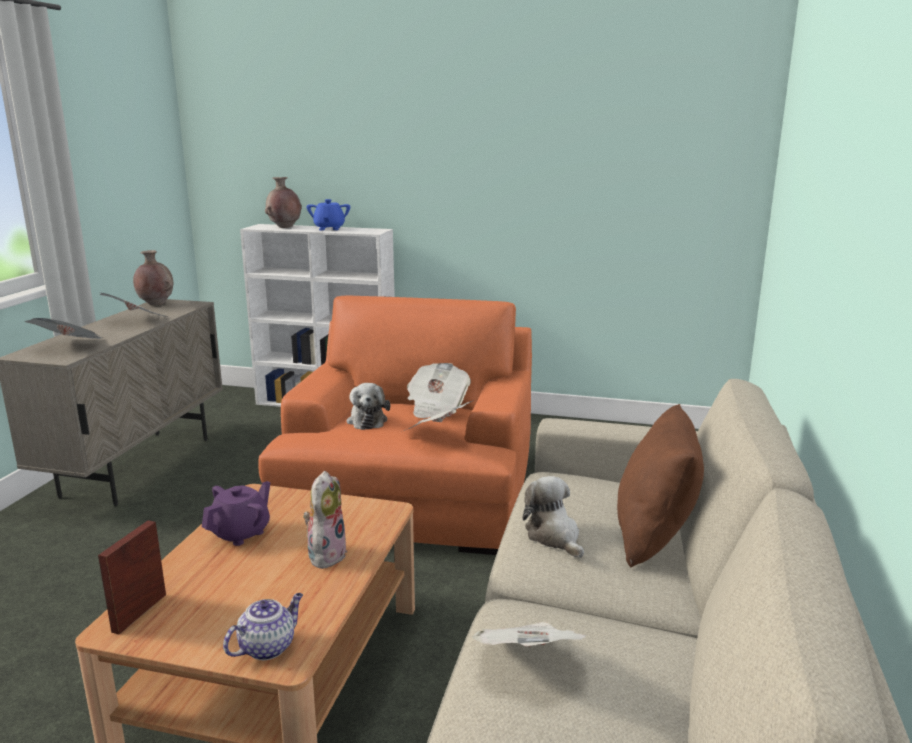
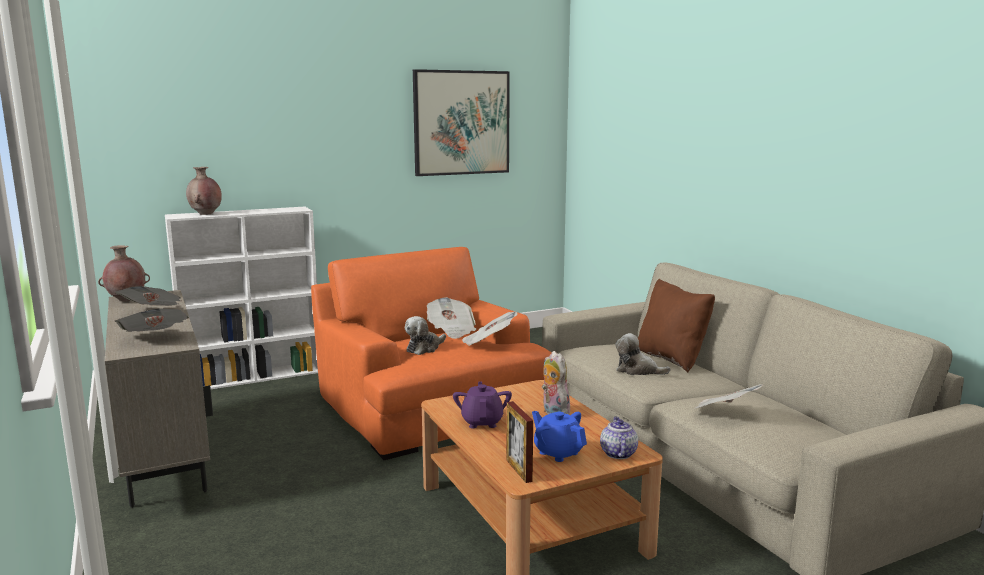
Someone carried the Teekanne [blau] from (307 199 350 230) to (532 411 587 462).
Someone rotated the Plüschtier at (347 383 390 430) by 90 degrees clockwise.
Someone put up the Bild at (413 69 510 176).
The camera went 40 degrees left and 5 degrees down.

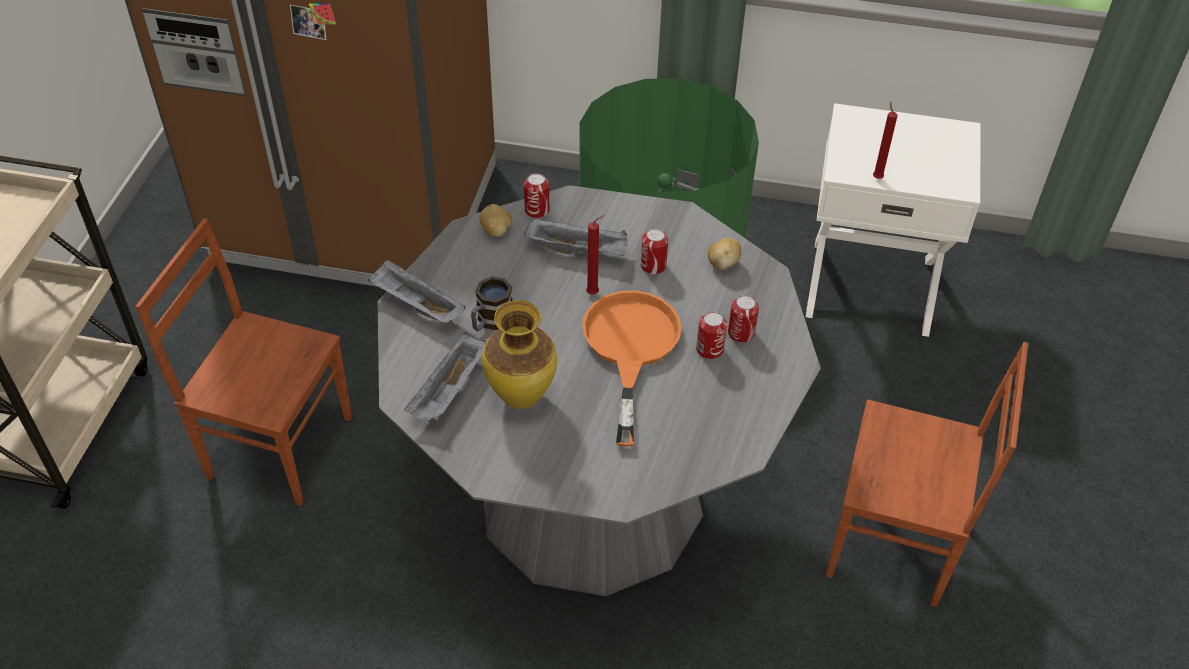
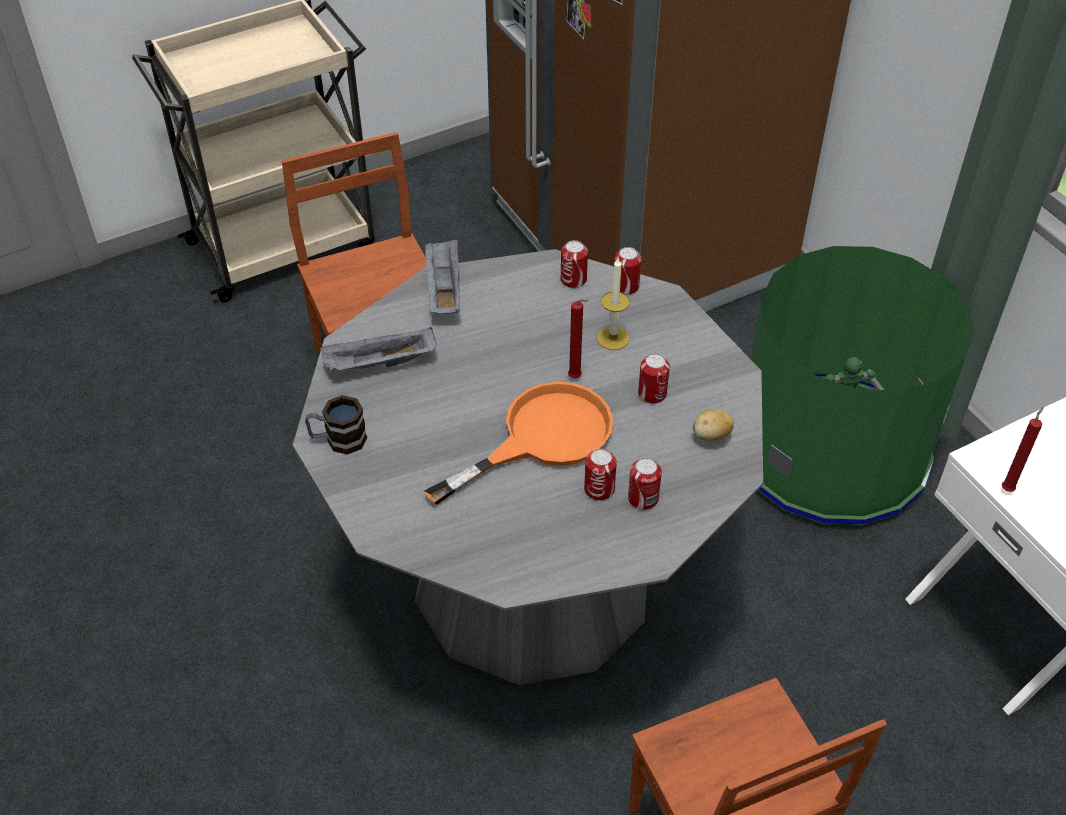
Someone swapped the Kartoffel at (479 204 512 237) for the Dose at (561 240 588 288).
Someone swapped the Tablett [grau] at (524 217 628 256) for the Kerze at (597 257 630 350).
Someone carried the Henkelbecher from (471 276 513 331) to (305 395 367 455).
Someone took away the Vase at (482 300 557 409).
The camera went 50 degrees right and 0 degrees up.

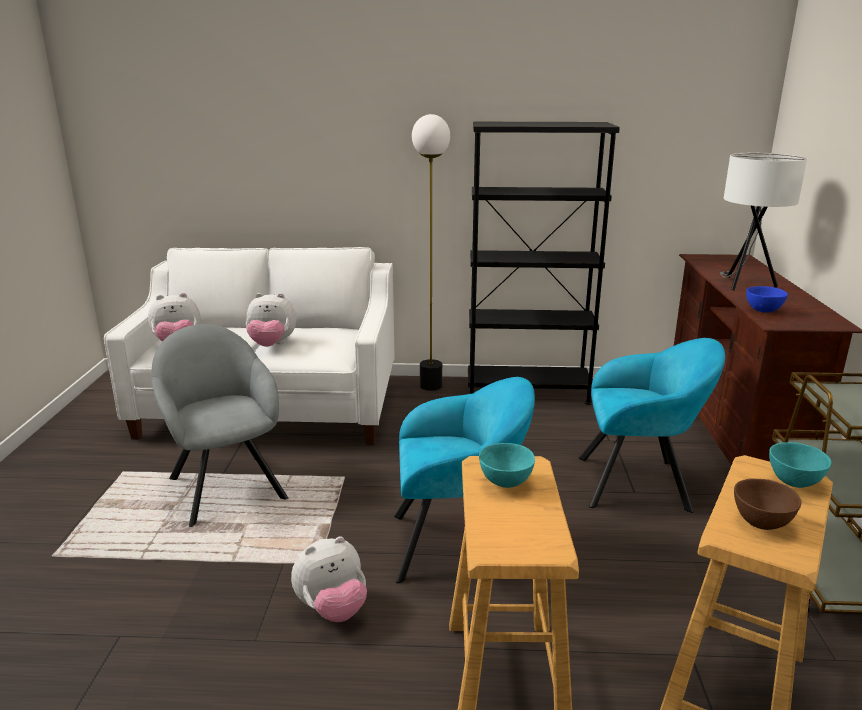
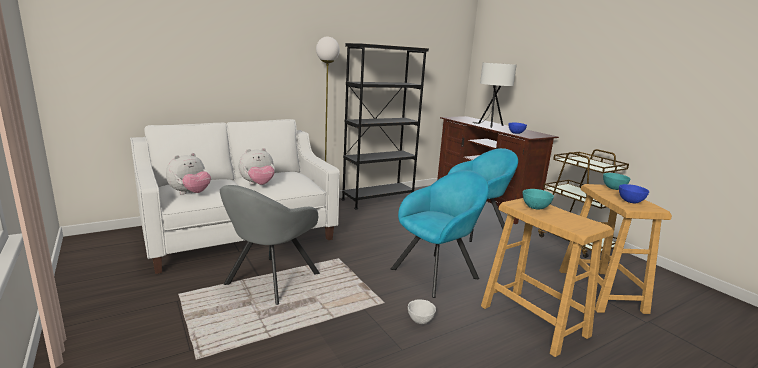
Someone rotated the Sessel [grau] at (152 324 288 527) by 90 degrees counterclockwise.
Someone repainted the Schüssel [braun] at (734 479 801 530), which became the Schüssel [blau] at (619 184 649 203).
Someone swapped the Plüschtier at (291 536 367 622) for the Schüssel [weiß] at (408 299 436 324).
The camera went 35 degrees left and 5 degrees down.

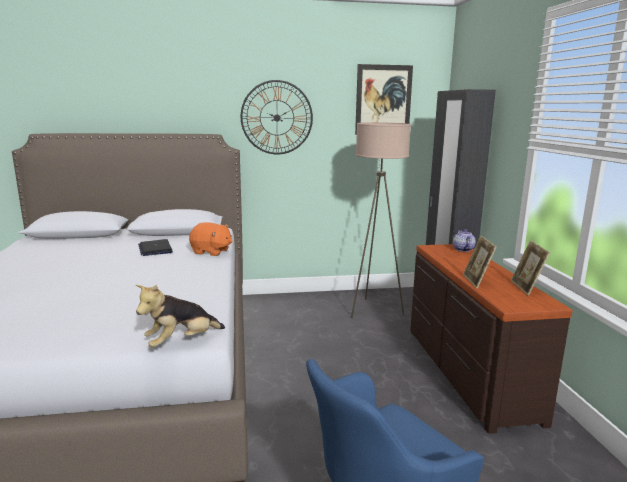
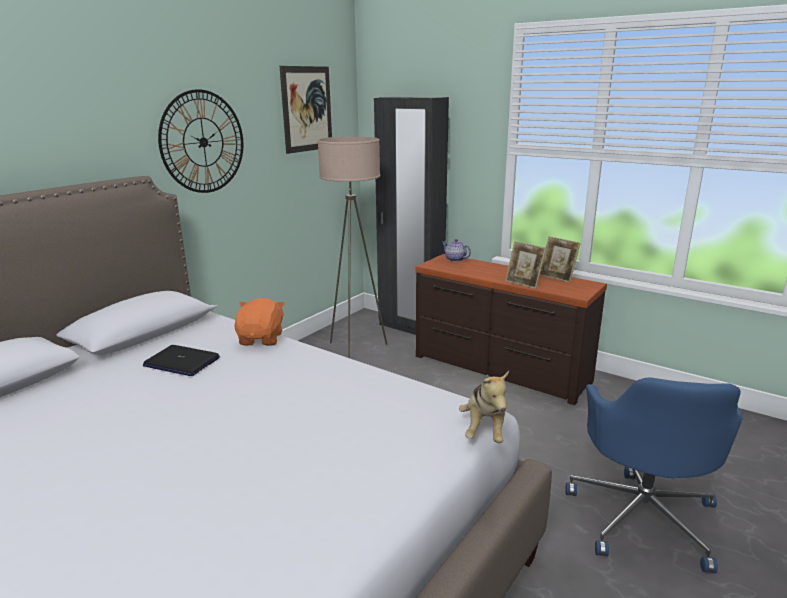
Someone rotated the Plüschtier [orange] at (189 222 232 256) by 60 degrees counterclockwise.
The camera went 45 degrees left and 5 degrees up.

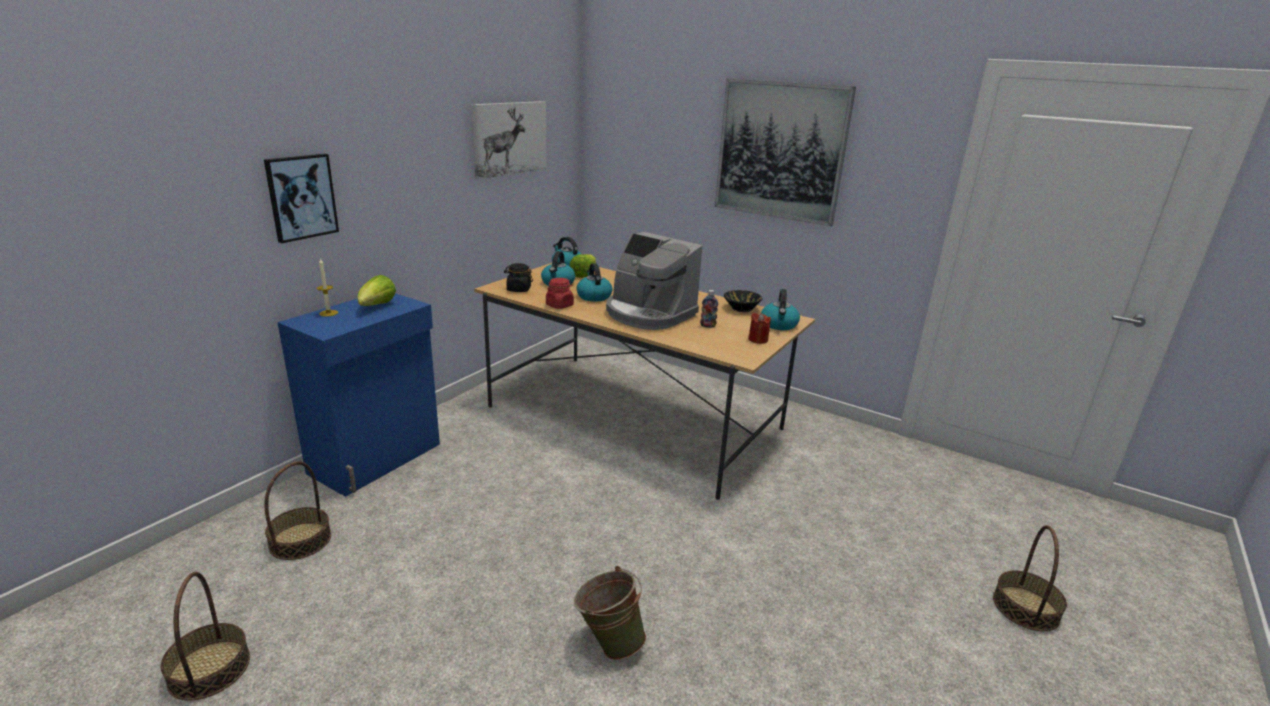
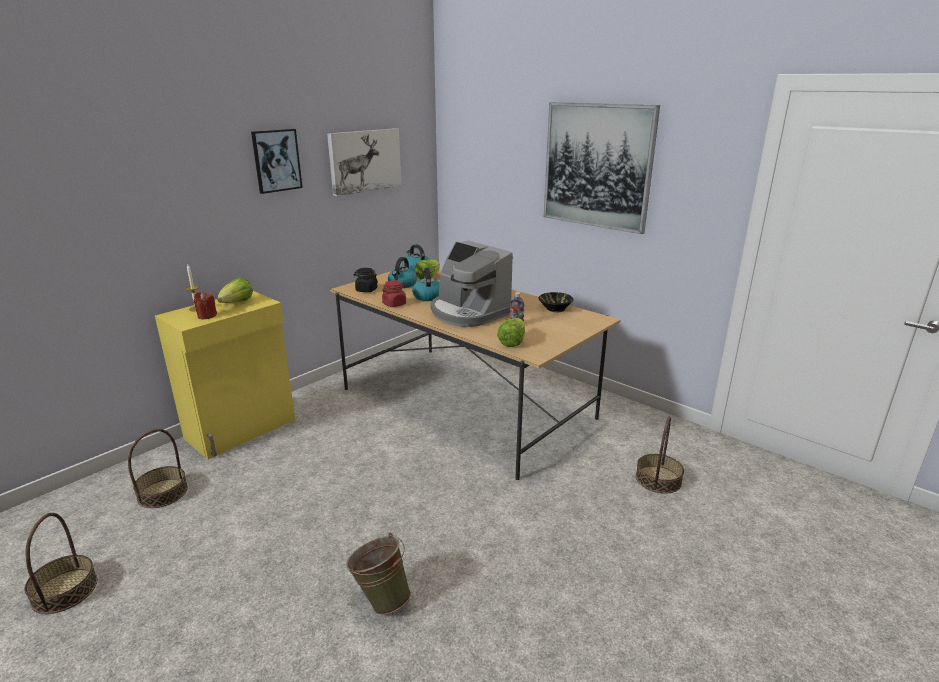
Someone carried the Bild from (264 154 339 243) to (251 129 303 194).
Someone took away the Wasserkessel at (761 289 800 330).
Someone repainted the Schrank [blau] at (277 293 440 496), which became the Schrank [gelb] at (155 291 295 459).
Someone carried the Kerze [rot] from (748 313 771 344) to (193 292 217 319).
Someone carried the Korb from (993 525 1067 631) to (636 417 684 494).
Someone put down the Salatkopf at (497 318 525 347).
The camera went 10 degrees right and 0 degrees up.

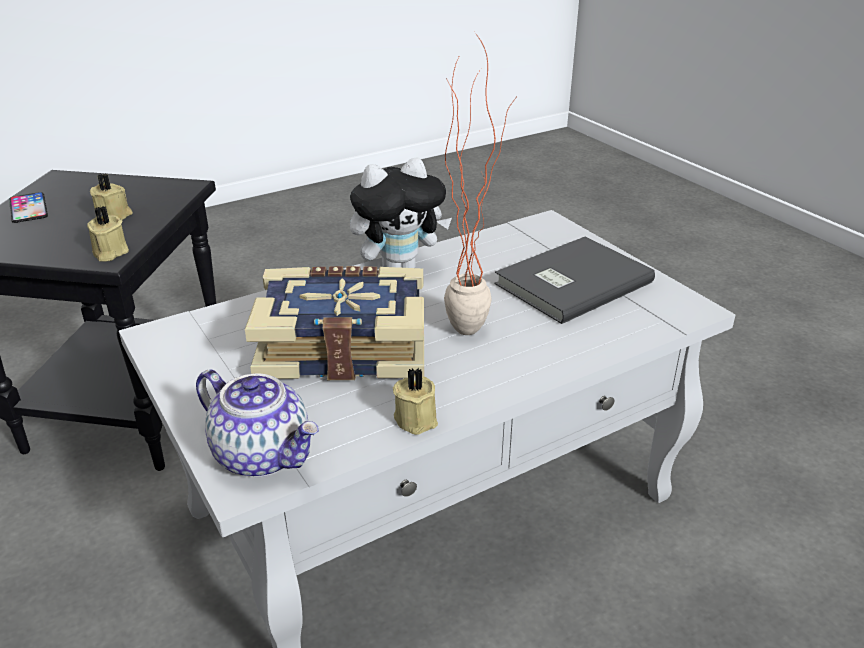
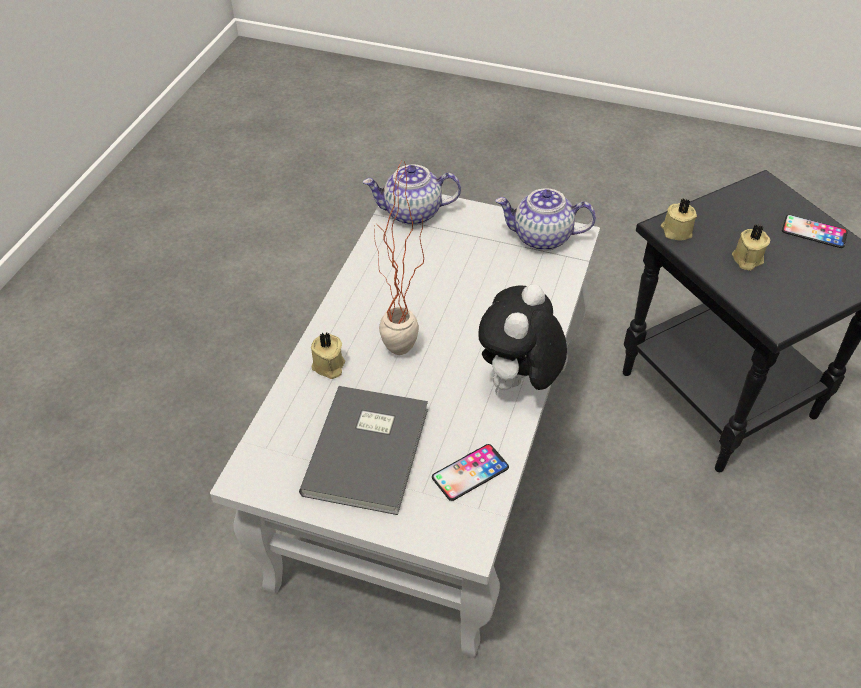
Someone took away the Buch at (245 266 424 380).
Someone carried the Kerze [beige] from (393 368 438 435) to (311 332 345 379).
Someone put down the Teekanne at (496 188 596 251).
Someone put down the Handy at (432 444 509 501).
The camera went 140 degrees right and 15 degrees up.

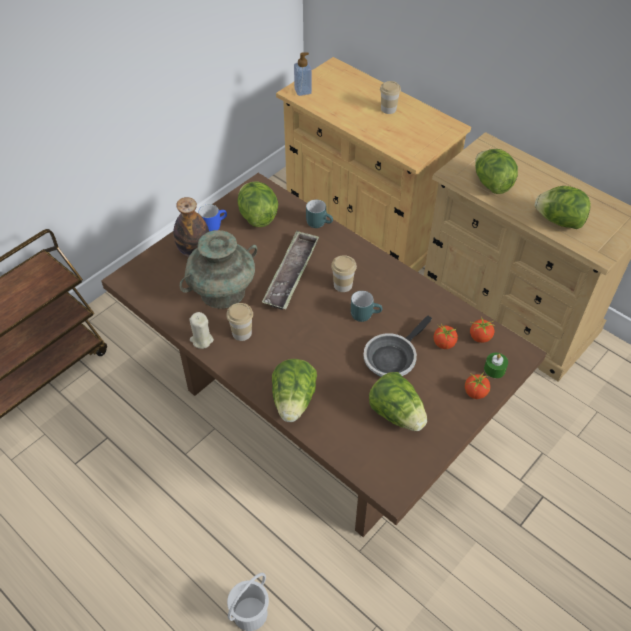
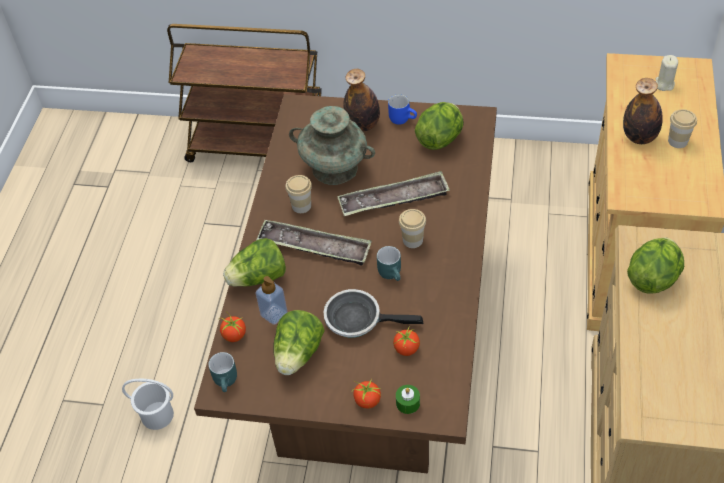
Someone carried the Seifenspender from (294 52 312 96) to (255 276 287 325).
Someone took away the Salatkopf at (535 186 591 229).
Someone carried the Henkelbecher [türkis] from (306 200 333 228) to (208 352 237 392).
Someone carried the Kerze [beige] from (189 312 214 349) to (656 55 678 91).
Someone carried the Tomate from (470 317 496 343) to (218 311 246 342).
Someone put down the Flasche at (623 78 663 144).
Someone put down the Tablett at (256 220 372 266).
The camera went 60 degrees right and 0 degrees up.

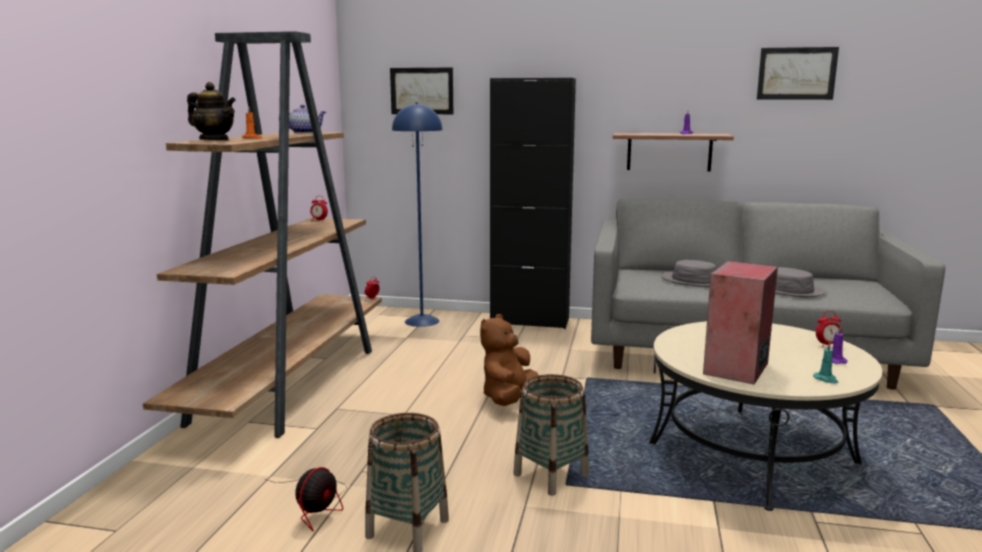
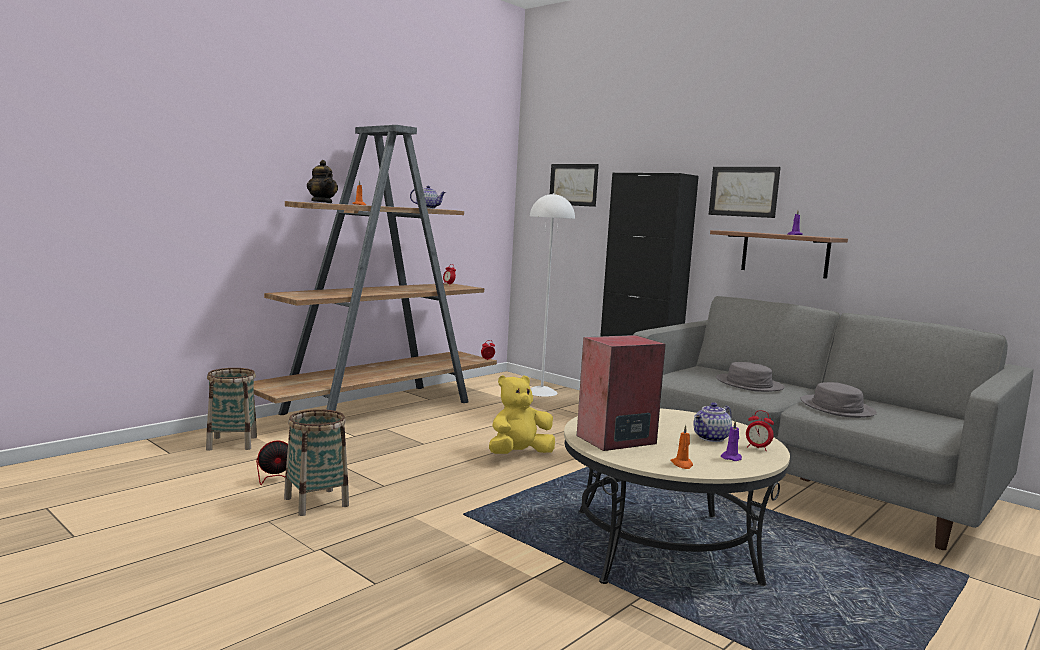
Someone carried the Bild from (757 47 839 100) to (709 167 781 218).
Someone repainted the Stehlampe [blau] at (392 103 443 327), which became the Stehlampe [weiß] at (530 193 575 397).
Someone repainted the Plüschtier [braun] at (480 314 538 406), which became the Plüschtier [gelb] at (489 375 555 454).
Someone repainted the Kerze [türkis] at (813 342 838 383), which became the Kerze [orange] at (671 425 693 469).
Someone carried the Korb from (513 374 589 496) to (206 368 257 451).
Someone put down the Teekanne at (693 402 732 442).
The camera went 30 degrees right and 5 degrees down.

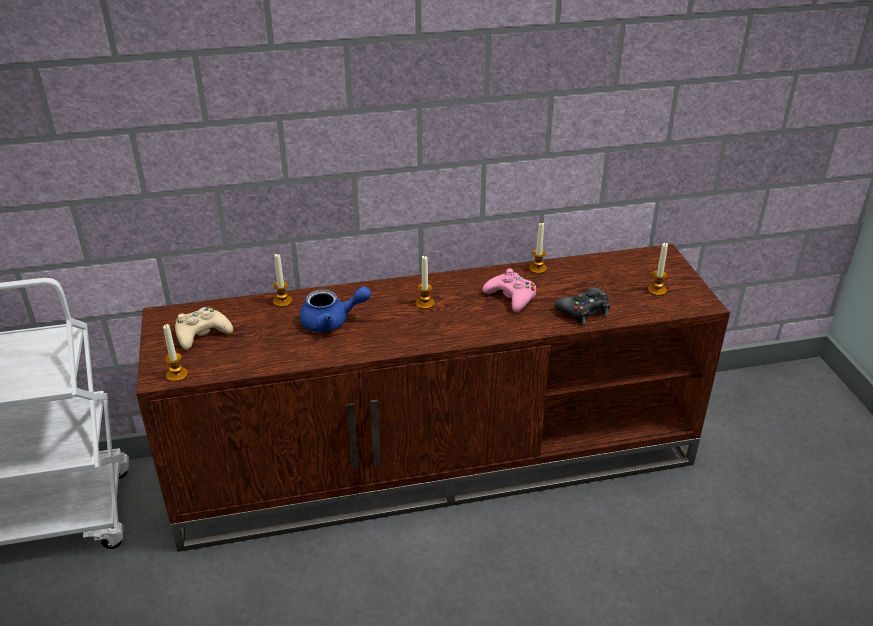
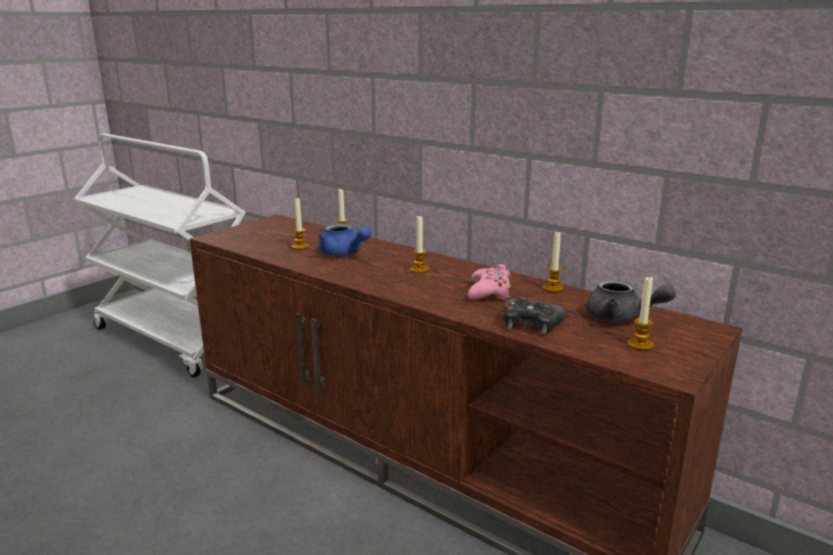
Someone took away the Gamepad [beige] at (175 306 233 350).
Someone carried the Kerze from (163 324 188 382) to (292 198 309 250).
Someone put down the Teekanne [grau] at (586 279 676 323).
The camera went 50 degrees right and 15 degrees down.

